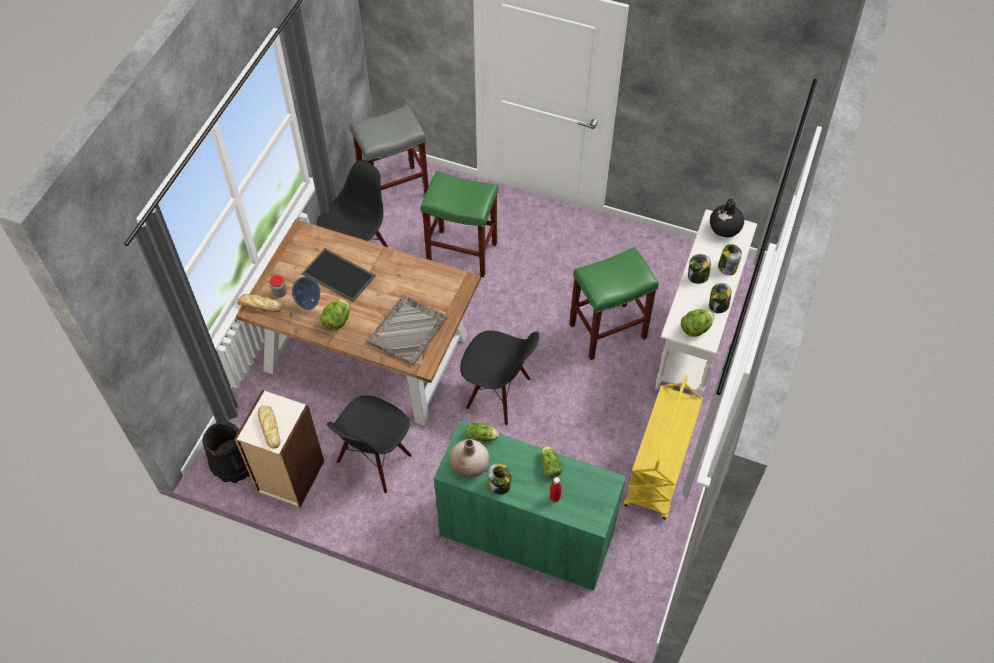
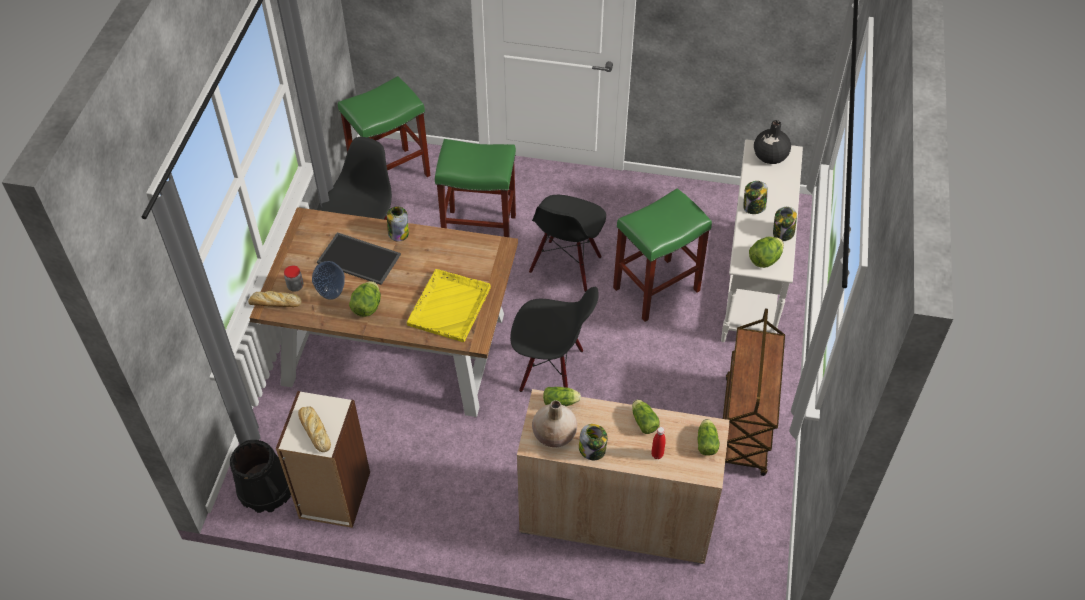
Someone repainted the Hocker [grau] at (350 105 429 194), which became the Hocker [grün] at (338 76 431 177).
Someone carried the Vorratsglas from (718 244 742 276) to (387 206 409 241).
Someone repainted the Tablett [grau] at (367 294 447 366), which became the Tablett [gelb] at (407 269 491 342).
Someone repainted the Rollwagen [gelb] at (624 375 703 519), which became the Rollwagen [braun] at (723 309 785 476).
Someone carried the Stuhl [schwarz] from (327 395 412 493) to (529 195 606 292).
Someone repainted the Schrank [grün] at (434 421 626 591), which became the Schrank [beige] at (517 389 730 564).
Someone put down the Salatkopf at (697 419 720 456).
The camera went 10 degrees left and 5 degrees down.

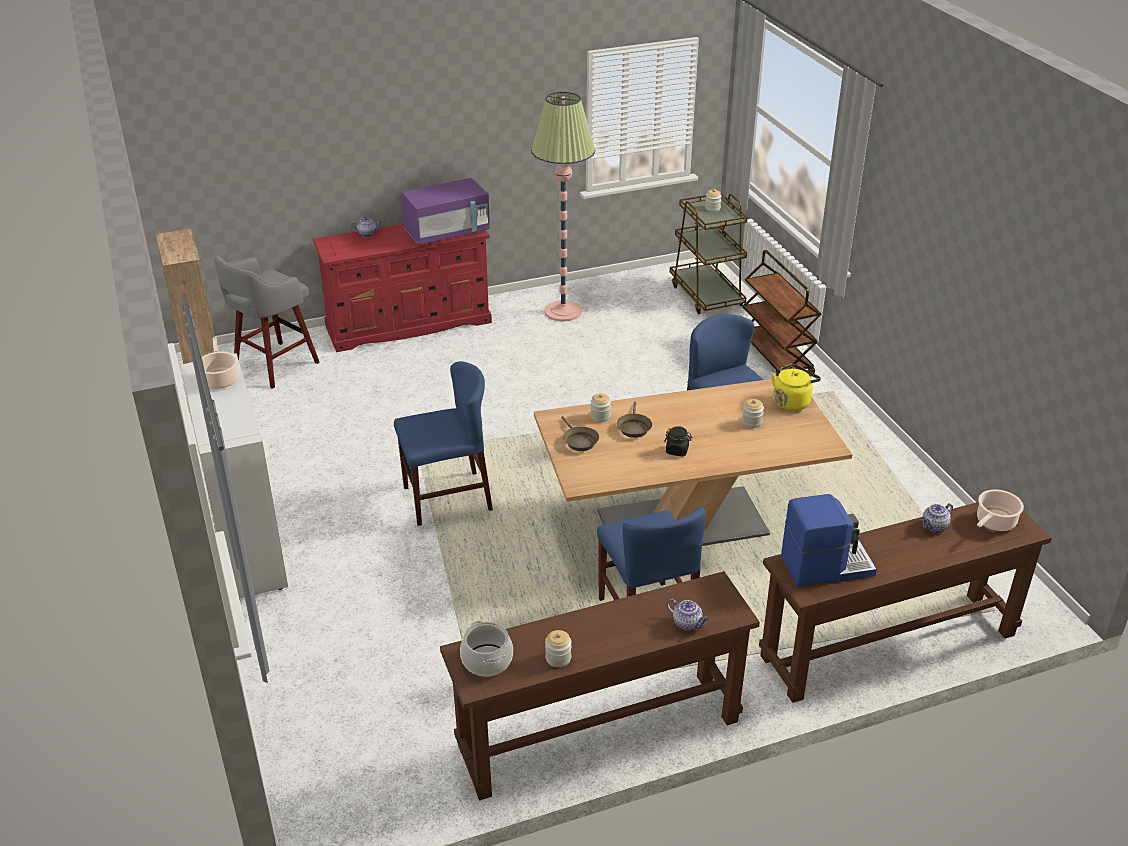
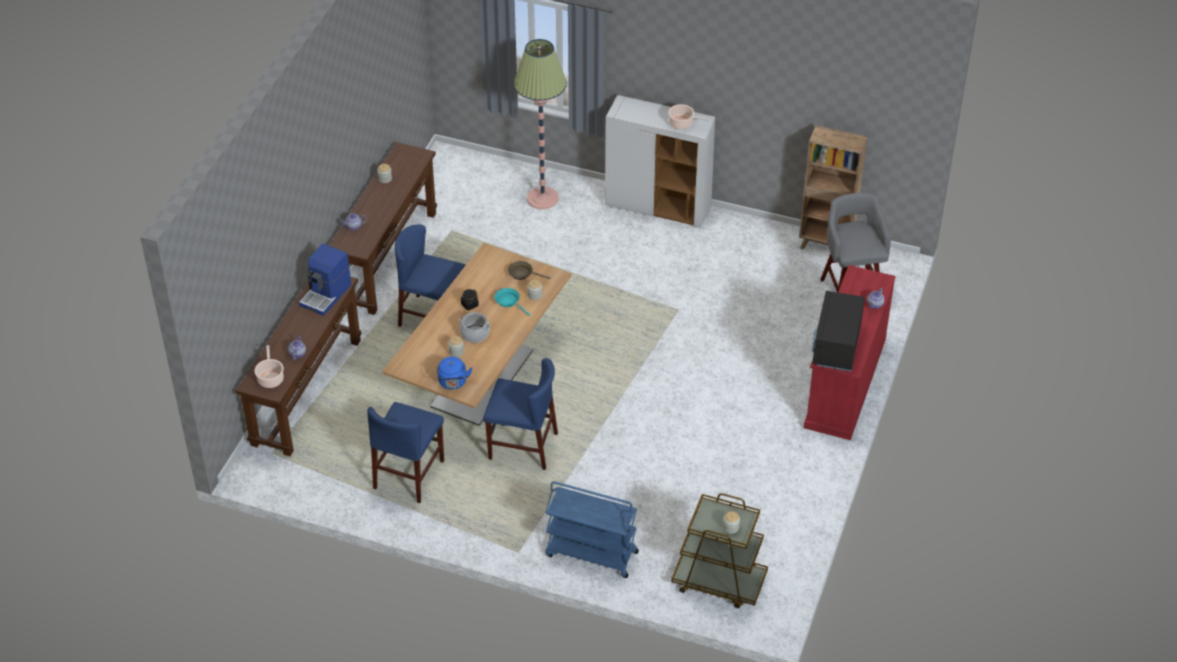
Someone carried the Stehlampe from (531 92 595 322) to (514 39 567 209).
Someone repainted the Mikrowelle [lila] at (401 178 490 245), which became the Mikrowelle [schwarz] at (812 291 865 371).
Someone repainted the Rollwagen [braun] at (742 250 822 376), which became the Rollwagen [blau] at (545 481 639 578).
Someone carried the Stuhl [blau] from (394 361 493 526) to (367 402 444 503).
Someone repainted the Wasserkessel [gelb] at (771 364 821 411), which became the Wasserkessel [blau] at (437 357 473 390).
Someone repainted the Pfanne [braun] at (617 402 652 438), which became the Pfanne [türkis] at (495 288 530 316).
Someone carried the Kochtopf from (460 621 513 677) to (458 312 491 343).
The camera went 130 degrees right and 10 degrees up.

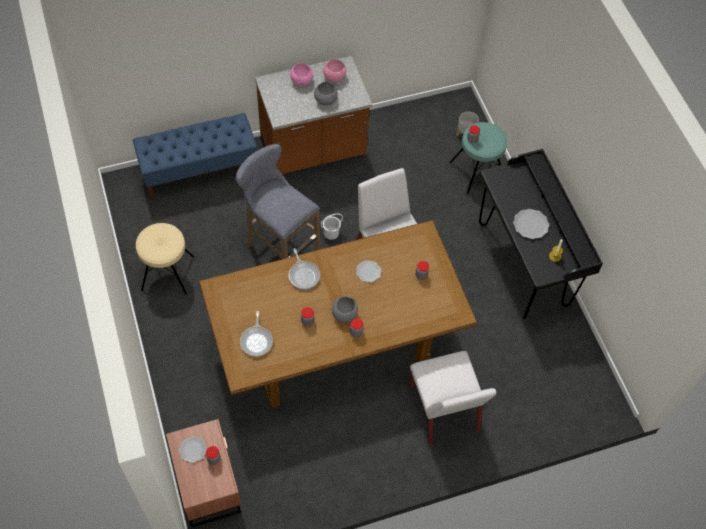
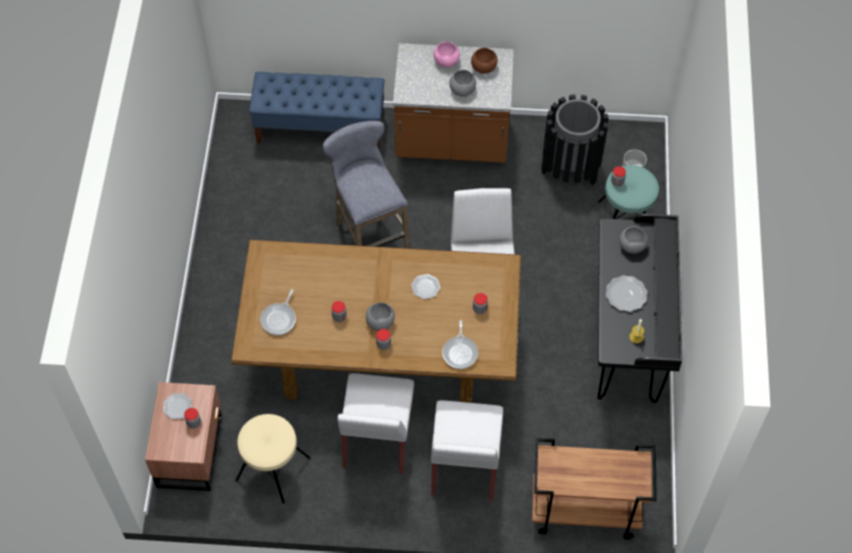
Someone repainted the Schüssel [rosa] at (323 59 346 82), which became the Schüssel [braun] at (471 48 498 73).
Someone took away the Eimer [weiß] at (321 213 343 240).
Someone carried the Hocker [beige] from (136 223 194 295) to (235 414 310 504).
Someone carried the Pfanne from (289 248 320 289) to (442 320 478 369).
Someone put down the Mülleimer [schwarz] at (541 94 609 185).
Someone put down the Schüssel [grau] at (619 226 648 254).
Someone put down the Stuhl [weiß] at (338 373 414 474).
Someone put down the Rollwagen [braun] at (532 438 657 540).
The camera went 25 degrees right and 0 degrees up.

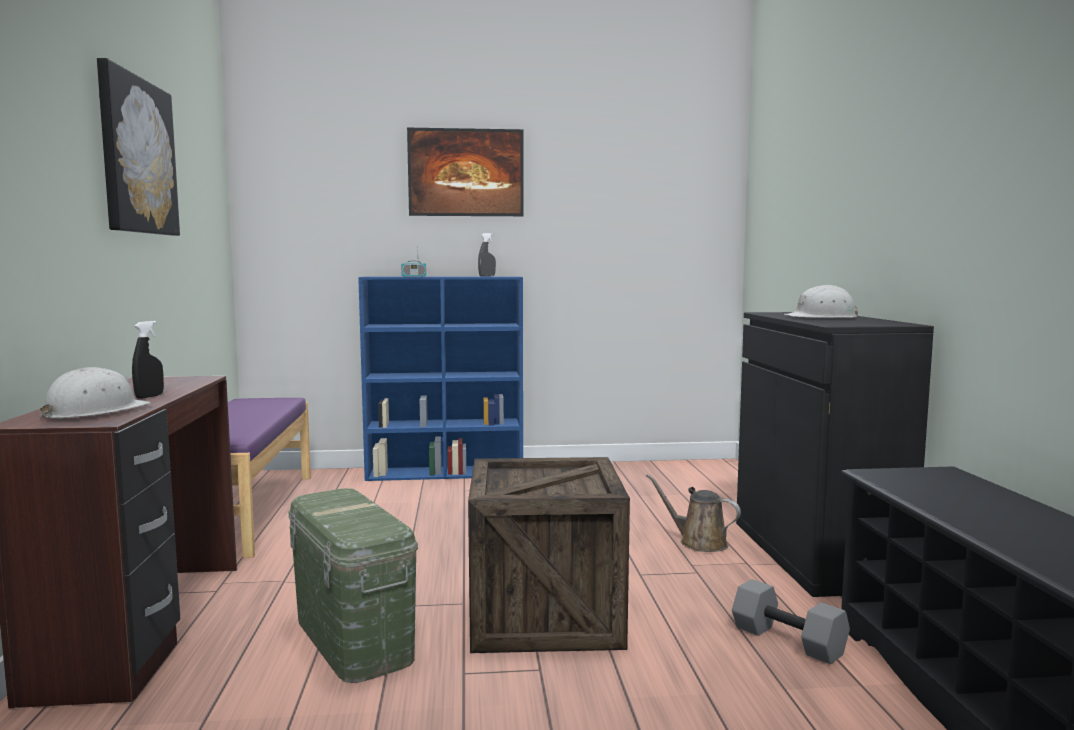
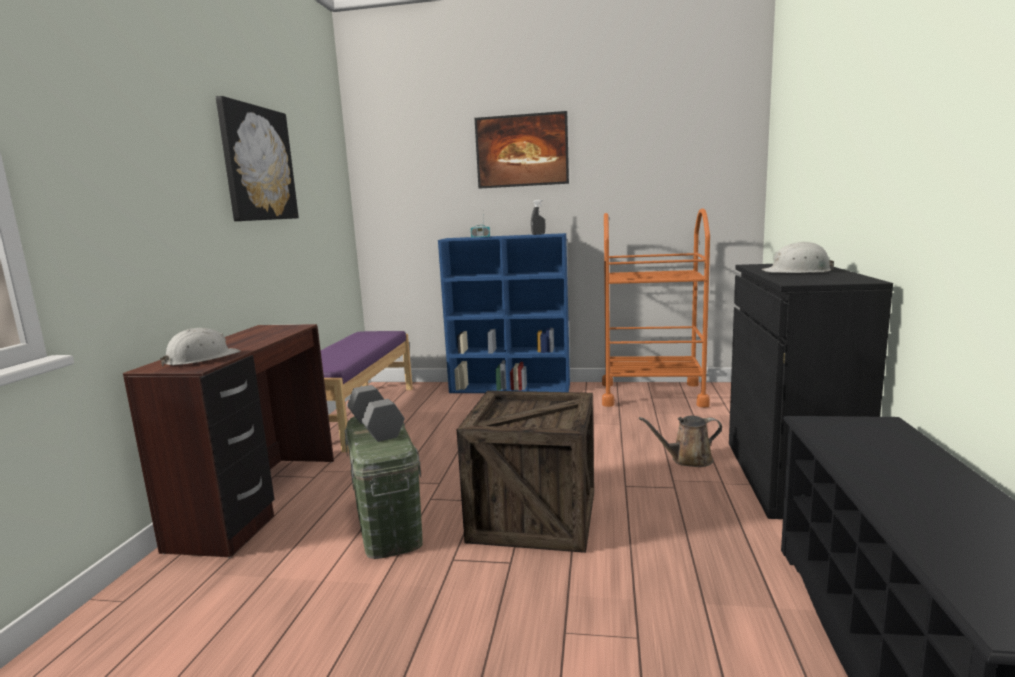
Someone took away the Sprühflasche [schwarz] at (132 321 164 399).
Someone rotated the Gießkanne [braun] at (646 474 741 552) by 60 degrees counterclockwise.
Someone carried the Hantel [grau] from (732 579 850 664) to (347 385 405 442).
Someone put down the Rollwagen [orange] at (602 208 710 408).
The camera went 15 degrees right and 5 degrees up.

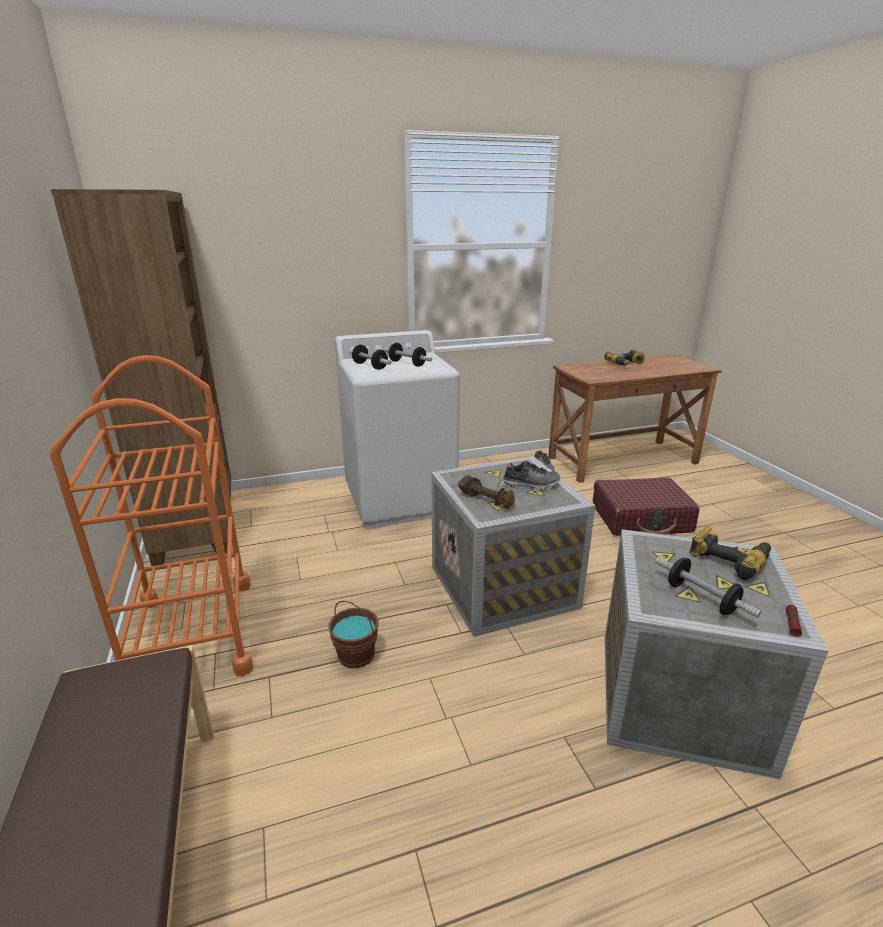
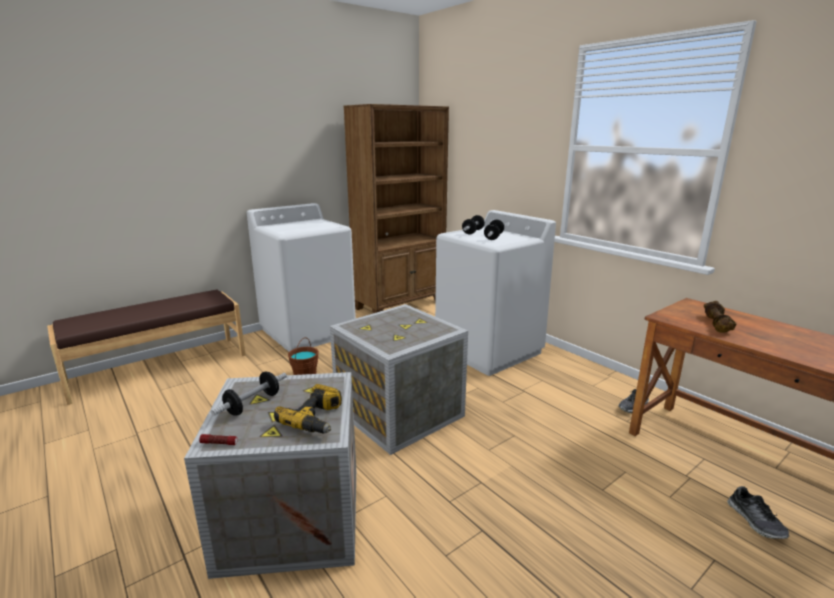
Someone took away the Bohrmaschine at (605 349 644 366).
Someone swapped the Rollwagen [orange] at (50 355 253 676) for the Waschmaschine [weiß] at (247 203 356 352).
Someone carried the Schuh from (503 461 560 490) to (727 486 789 539).
Someone carried the Hantel [braun] from (458 475 515 509) to (704 301 736 332).
Someone took away the Koffer [rot] at (593 477 700 536).
The camera went 70 degrees right and 5 degrees down.

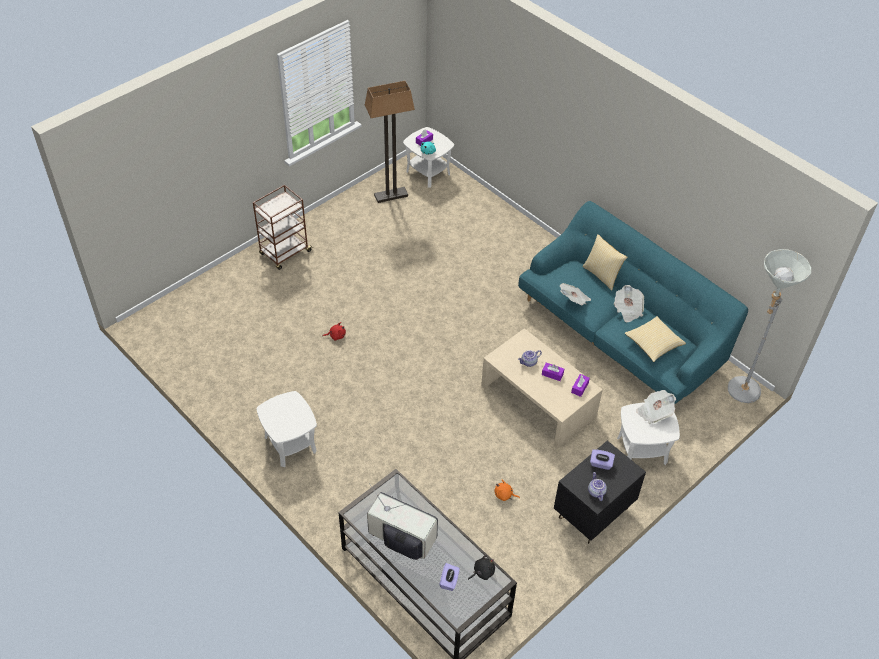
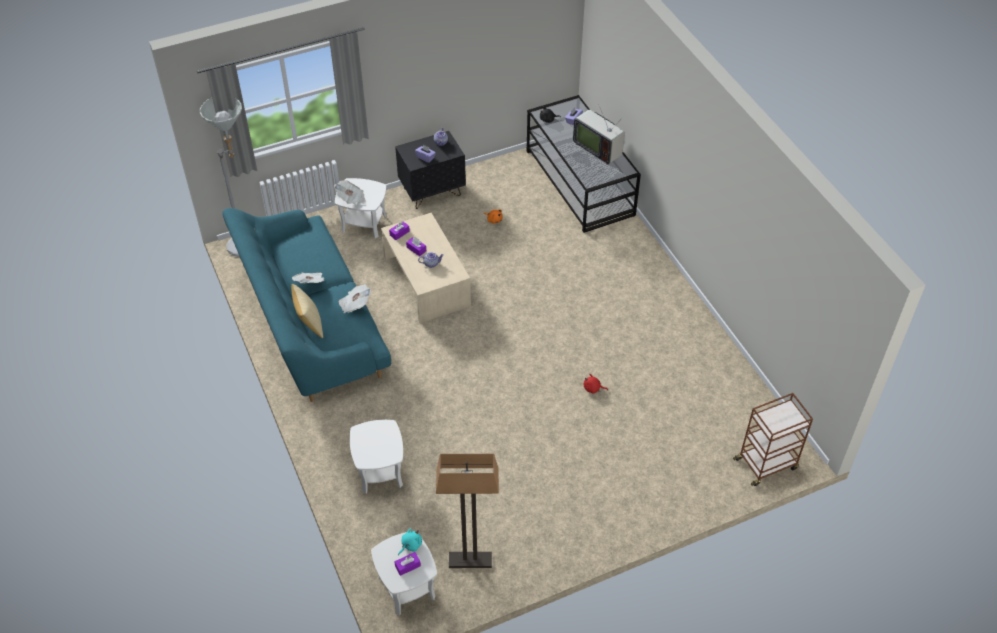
Someone carried the Rollwagen [braun] from (253 184 312 270) to (733 393 813 486).
Someone took away the Kissen at (625 316 686 362).
Someone carried the Beistelltisch [weiß] from (256 391 317 467) to (350 420 403 494).
The camera went 160 degrees left and 0 degrees up.

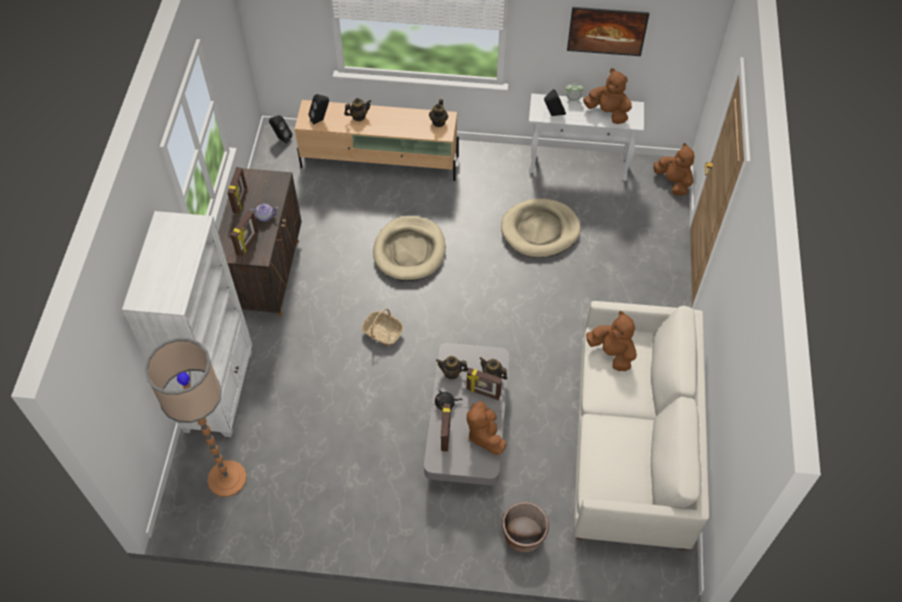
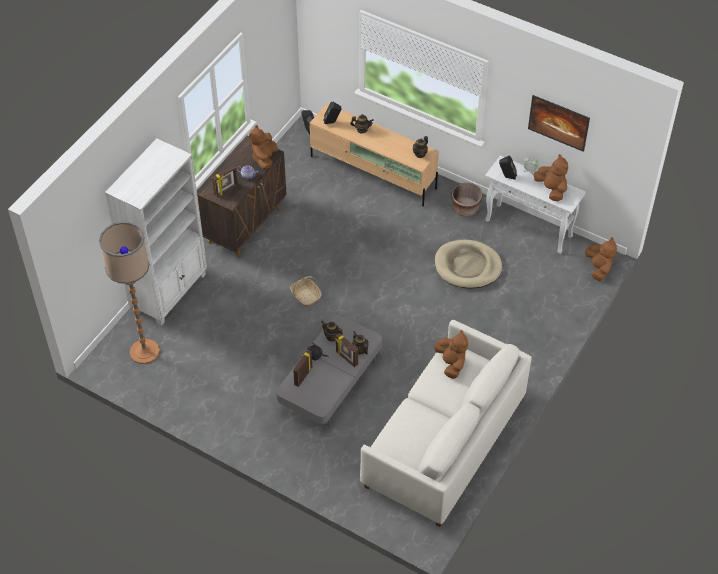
Someone took away the Bilderrahmen at (227 167 247 214).
Someone took away the Hundebett [beige] at (373 216 446 281).
Someone carried the Plüschtier [braun] from (467 401 506 455) to (249 125 278 170).
Someone carried the Pflanzkübel [braun] from (502 502 549 552) to (451 183 483 216).
The camera went 25 degrees right and 5 degrees down.

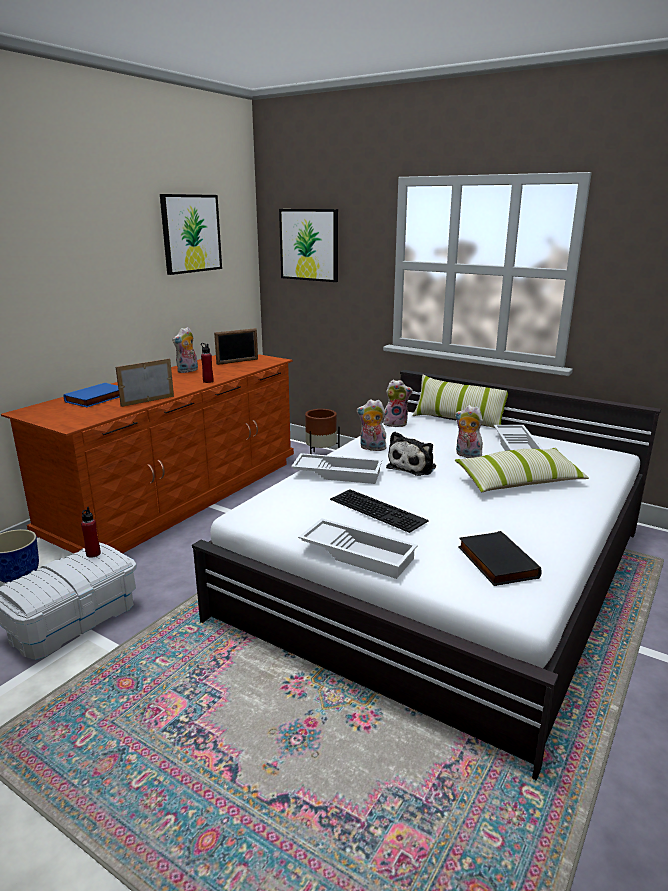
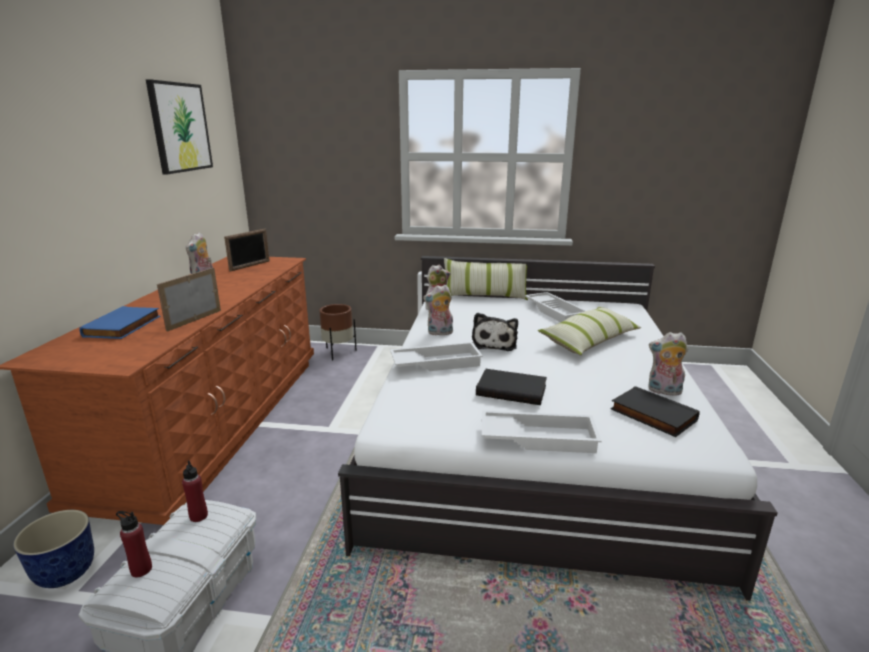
Someone took away the Bild at (279 209 338 282).
Someone carried the Flasche [rot] from (201 343 214 383) to (116 511 152 577).
Someone carried the Plüschtier from (455 405 483 458) to (648 332 688 396).
Someone swapped the Tastatur at (330 489 428 533) for the Buch [schwarz] at (476 369 547 405).
The camera went 25 degrees left and 0 degrees up.

